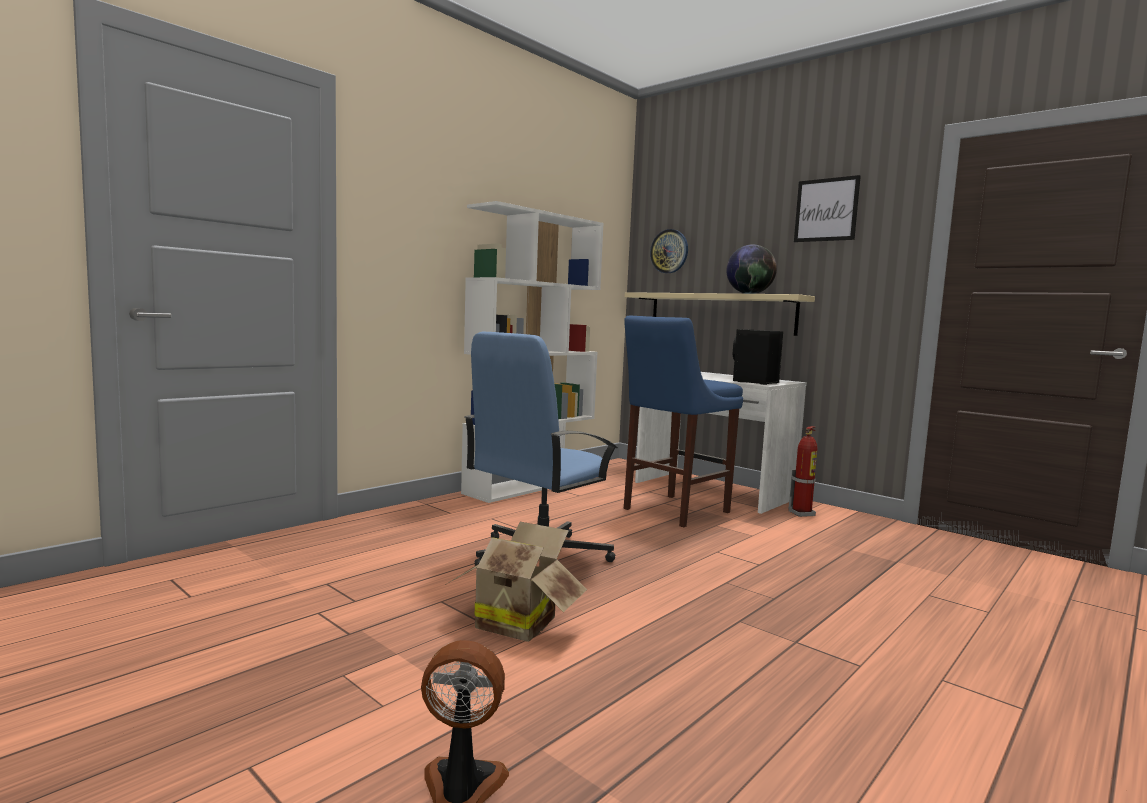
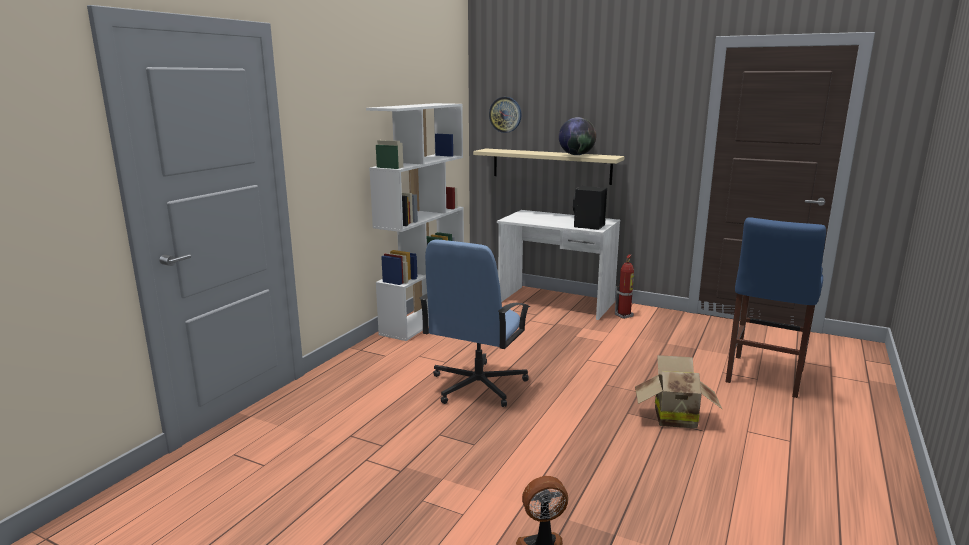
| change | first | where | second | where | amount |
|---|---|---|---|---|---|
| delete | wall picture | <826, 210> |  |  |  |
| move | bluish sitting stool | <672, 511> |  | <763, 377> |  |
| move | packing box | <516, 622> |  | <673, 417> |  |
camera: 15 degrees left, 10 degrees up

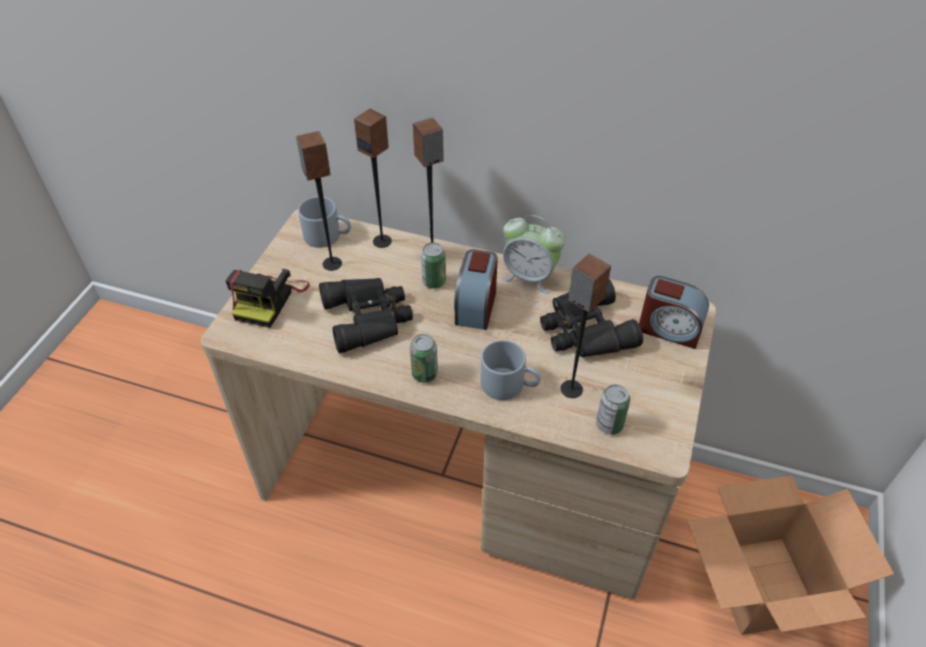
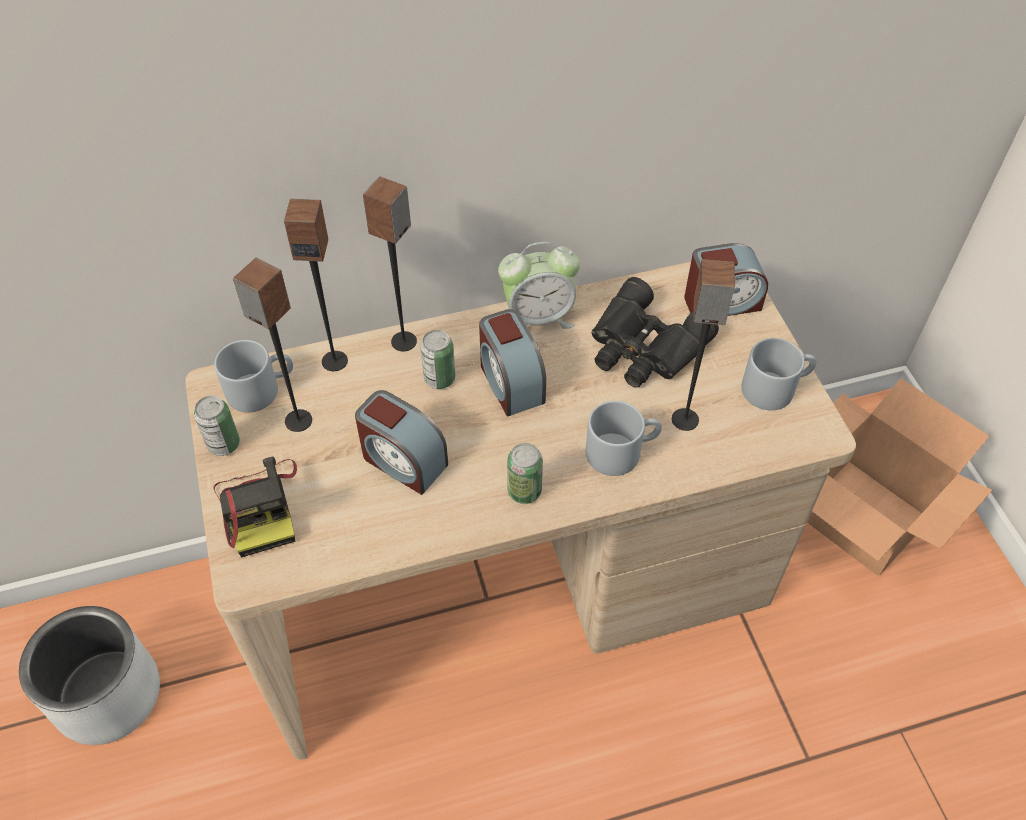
| change | first | where | second | where | amount |
|---|---|---|---|---|---|
| replace | blackish pair of binoculars | <369, 317> | table clock | <403, 461> |  |
| move | can | <609, 425> |  | <224, 444> |  |
| insert |  |  | grey mug | <775, 387> |  |
| insert |  |  | grey planter | <109, 695> |  |
camera: 35 degrees left, 5 degrees up

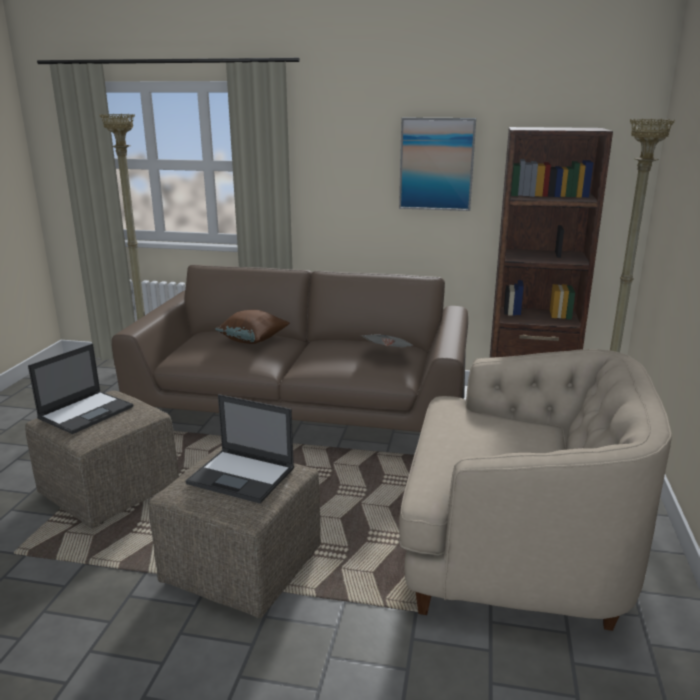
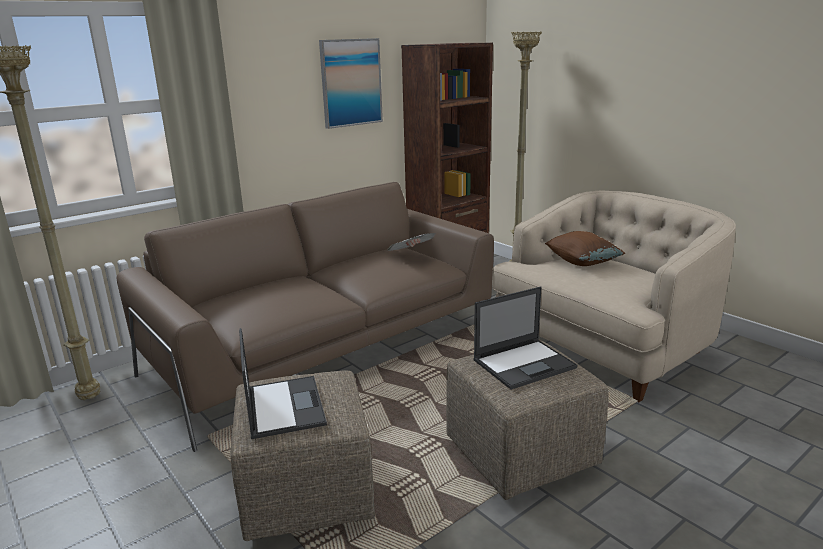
| change | first | where | second | where | amount |
|---|---|---|---|---|---|
| move | brownish throw pillow | <253, 341> |  | <582, 262> |  |
camera: 50 degrees left, 0 degrees up

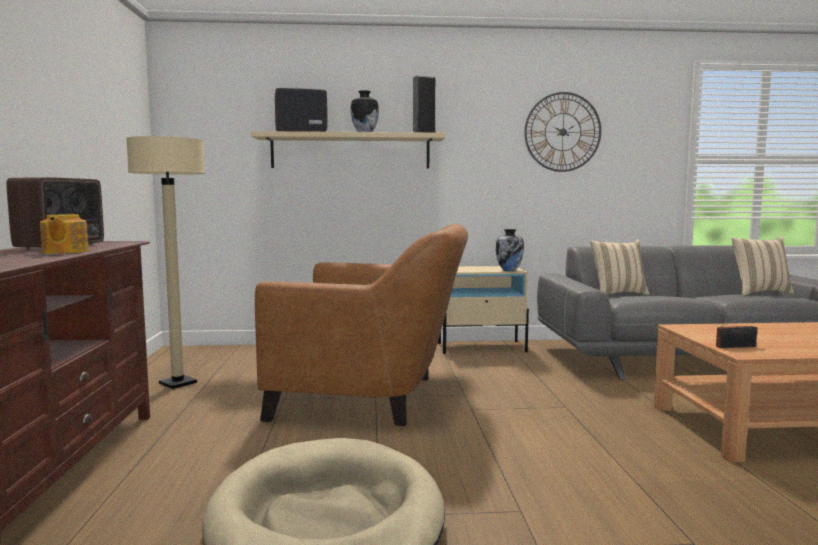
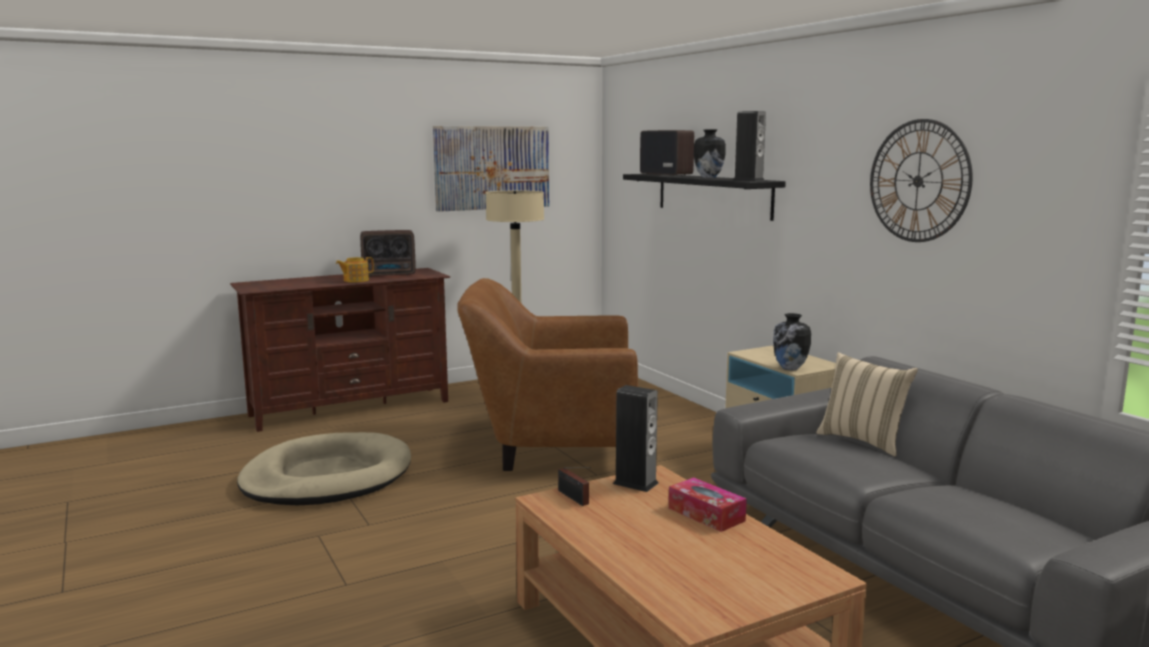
| change | first | where | second | where | amount |
|---|---|---|---|---|---|
| recolor | beige-coloured shelf | <350, 152> | blackish shelf | <713, 195> |  |
| rotate | brownish lounge chair | <371, 397> |  | <552, 445> | 105 degrees clockwise |
| delete | beige-coloured throw pillow | <759, 293> |  |  |  |
| insert |  |  | wall picture | <492, 168> |  |
| insert |  |  | loudspeaker | <635, 483> |  |
| insert |  |  | tissue holder | <706, 514> |  |
camera: 65 degrees right, 5 degrees up

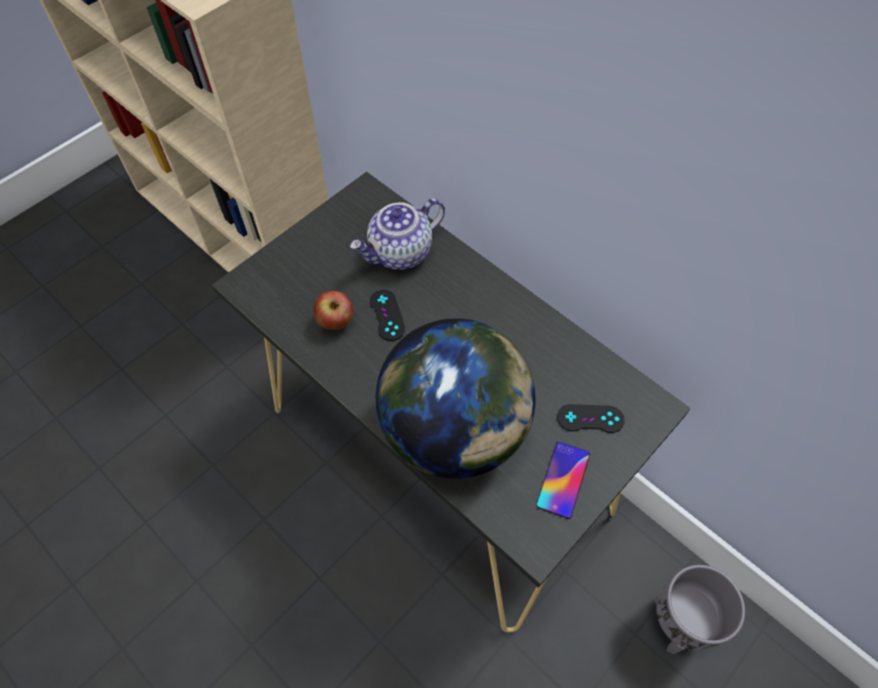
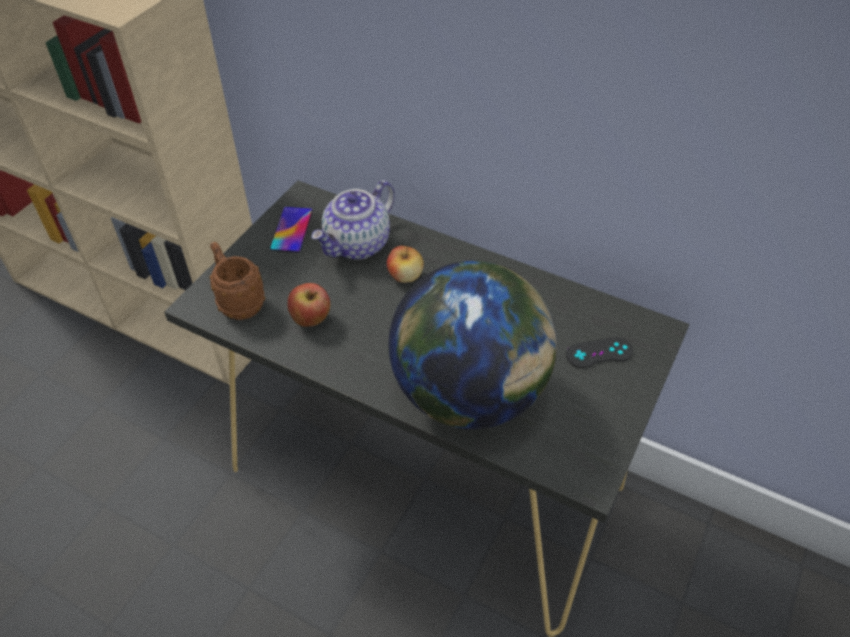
| change | first | where | second | where | amount |
|---|---|---|---|---|---|
| delete | blackish gamepad | <387, 315> |  |  |  |
| move | handset | <563, 479> |  | <292, 230> |  |
| delete | grey planter | <678, 623> |  |  |  |
| insert |  |  | brownish mug | <238, 302> |  |
| insert |  |  | apple fruit | <405, 276> |  |
camera: 15 degrees left, 10 degrees down

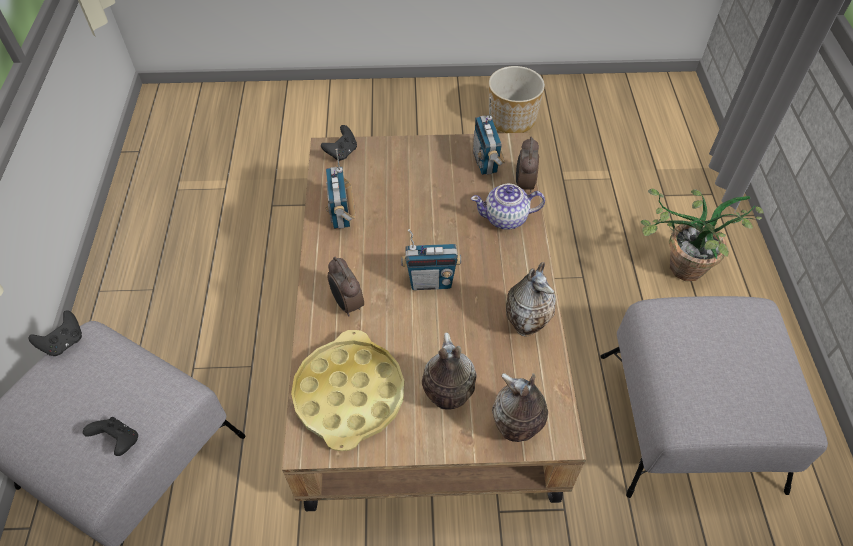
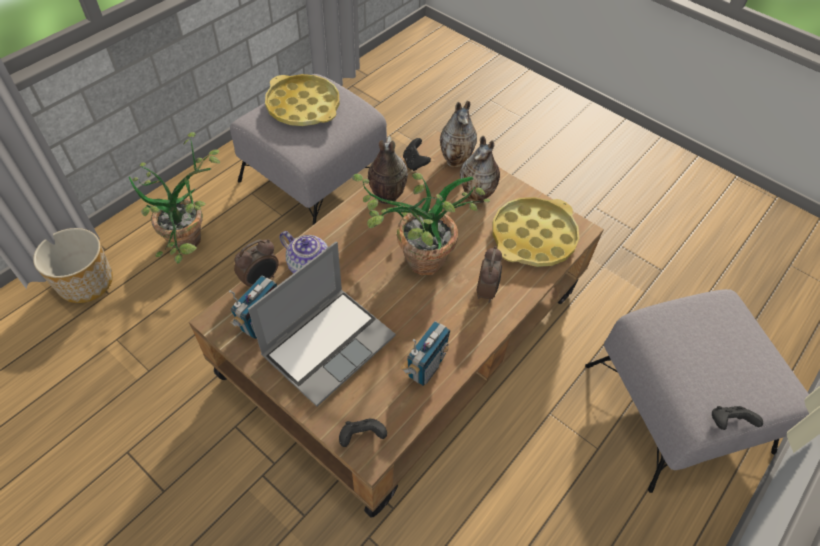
| change | first | where | second | where | amount |
|---|---|---|---|---|---|
| move | planter | <512, 119> |  | <86, 283> |  |
| replace | radio | <430, 282> | plant in a pot | <414, 263> |  |
| move | blackish gamepad | <119, 441> |  | <415, 163> |  |
| insert |  |  | yellow-coloured carrying tray | <303, 106> |  |
| insert |  |  | portable computer | <328, 344> |  |
camera: 140 degrees left, 0 degrees up

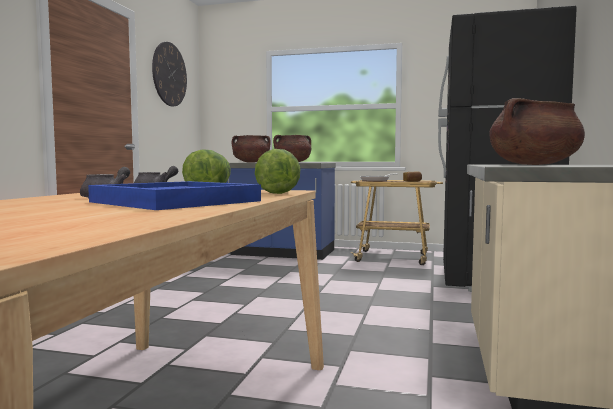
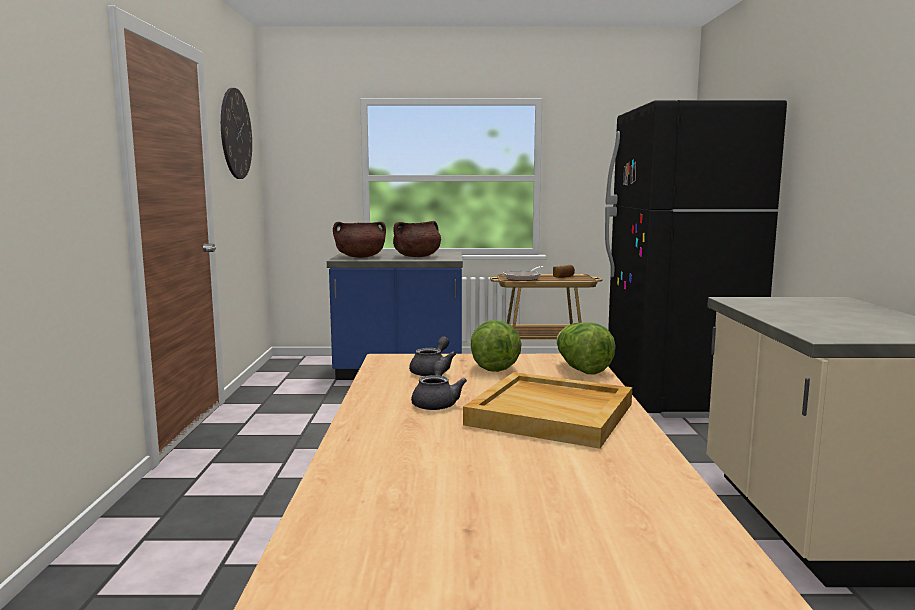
| change | first | where | second | where | amount |
|---|---|---|---|---|---|
| delete | brownish stockpot | <534, 164> |  |  |  |
| recolor | bluish carrying tray | <177, 201> | beige-coloured carrying tray | <552, 414> |  |
camera: 15 degrees left, 5 degrees up

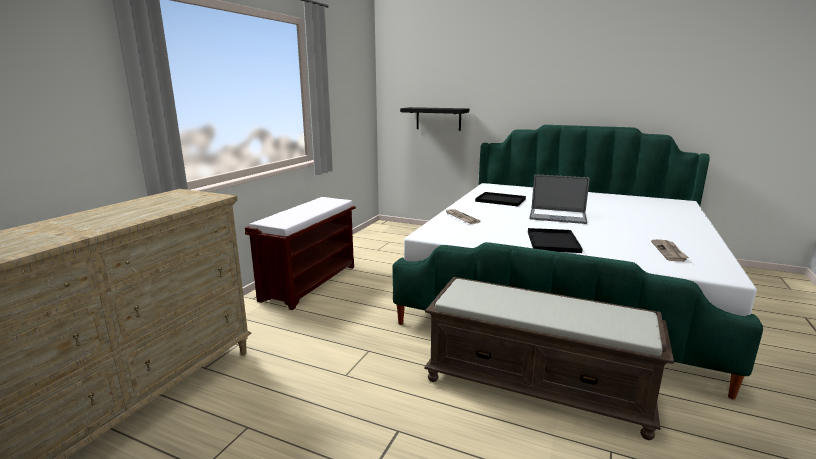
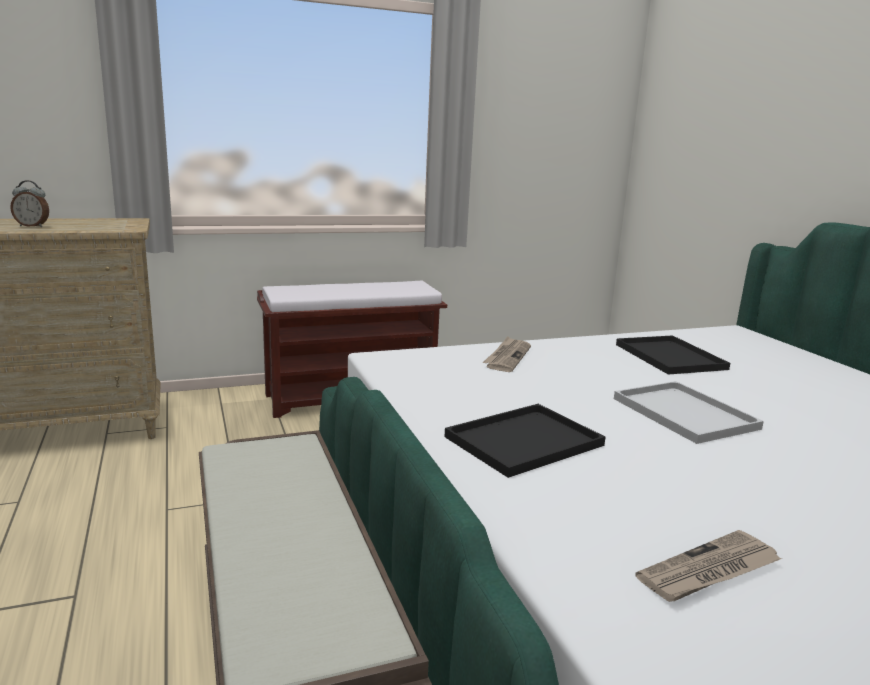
| change | first | where | second | where | amount |
|---|---|---|---|---|---|
| delete | blackish shelf | <438, 118> |  |  |  |
| replace | portable computer | <557, 216> | white-coloured carrying tray | <687, 414> |  |
| insert |  |  | table clock | <33, 226> |  |
camera: 45 degrees right, 0 degrees up

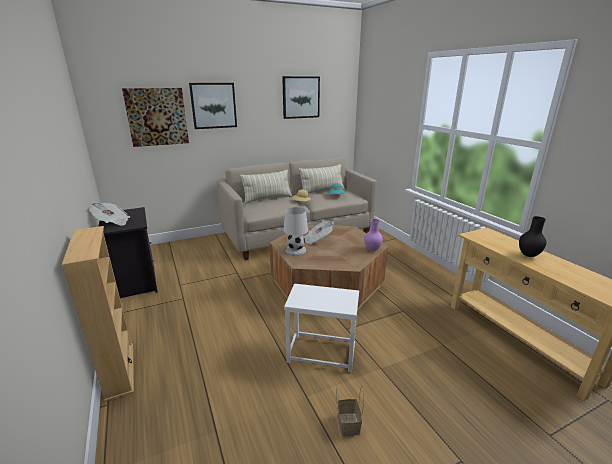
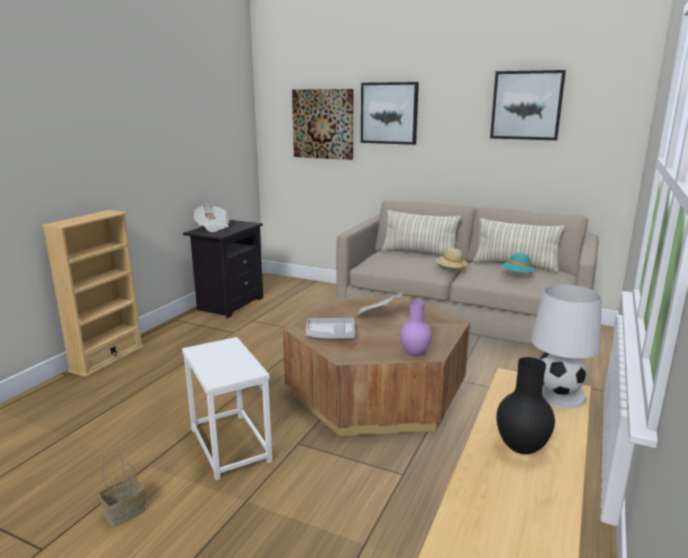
| change | first | where | second | where | amount |
|---|---|---|---|---|---|
| move | white-coloured lamp for a table | <296, 250> |  | <558, 394> |  |
| insert |  |  | grey carrying tray | <330, 335> |  |
camera: 50 degrees right, 5 degrees down

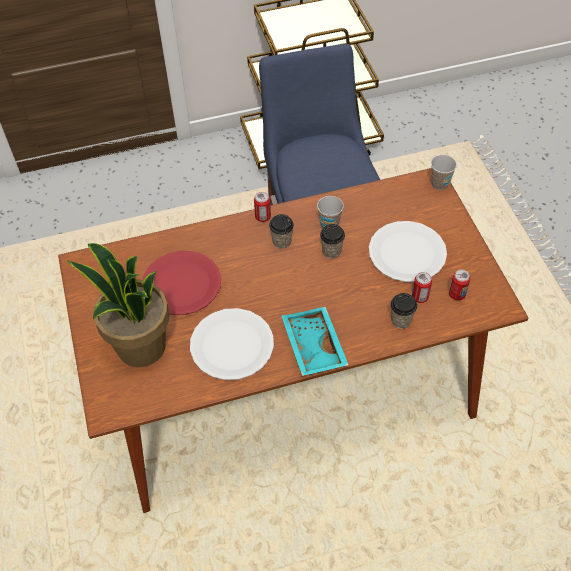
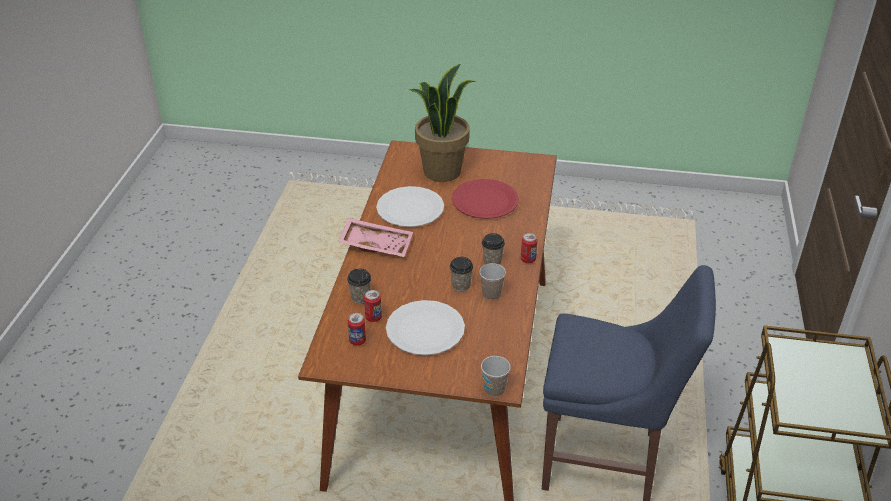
| change | first | where | second | where | amount |
|---|---|---|---|---|---|
| recolor | turquoise carrying tray | <312, 346> | pink carrying tray | <377, 244> |  |
camera: 115 degrees right, 15 degrees down

